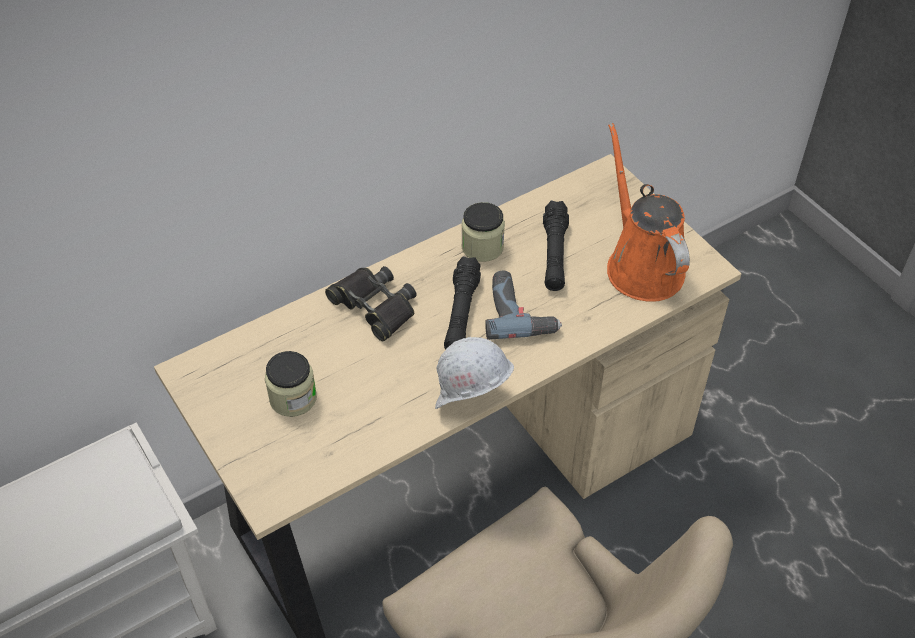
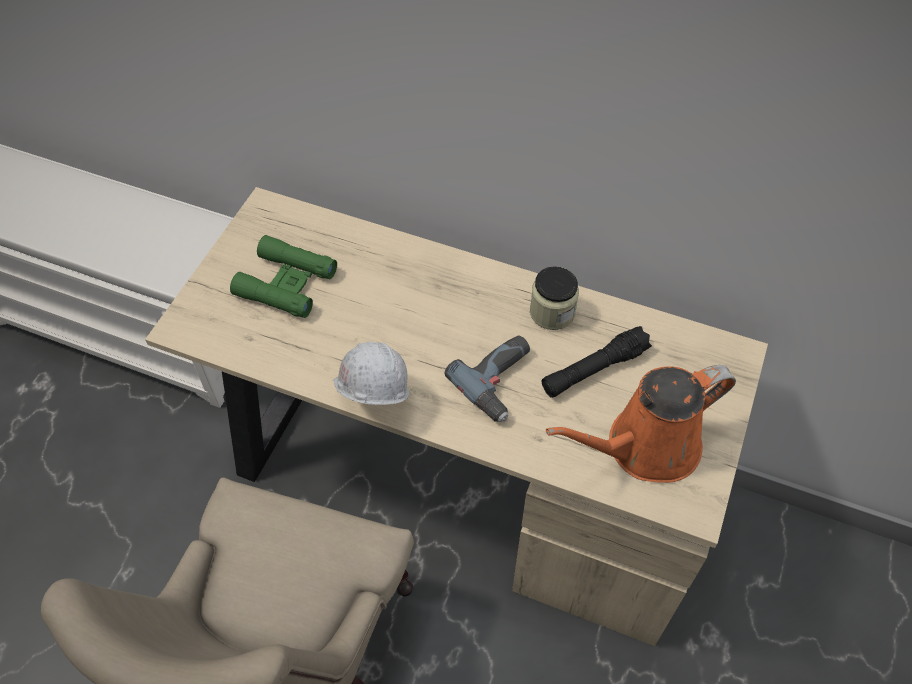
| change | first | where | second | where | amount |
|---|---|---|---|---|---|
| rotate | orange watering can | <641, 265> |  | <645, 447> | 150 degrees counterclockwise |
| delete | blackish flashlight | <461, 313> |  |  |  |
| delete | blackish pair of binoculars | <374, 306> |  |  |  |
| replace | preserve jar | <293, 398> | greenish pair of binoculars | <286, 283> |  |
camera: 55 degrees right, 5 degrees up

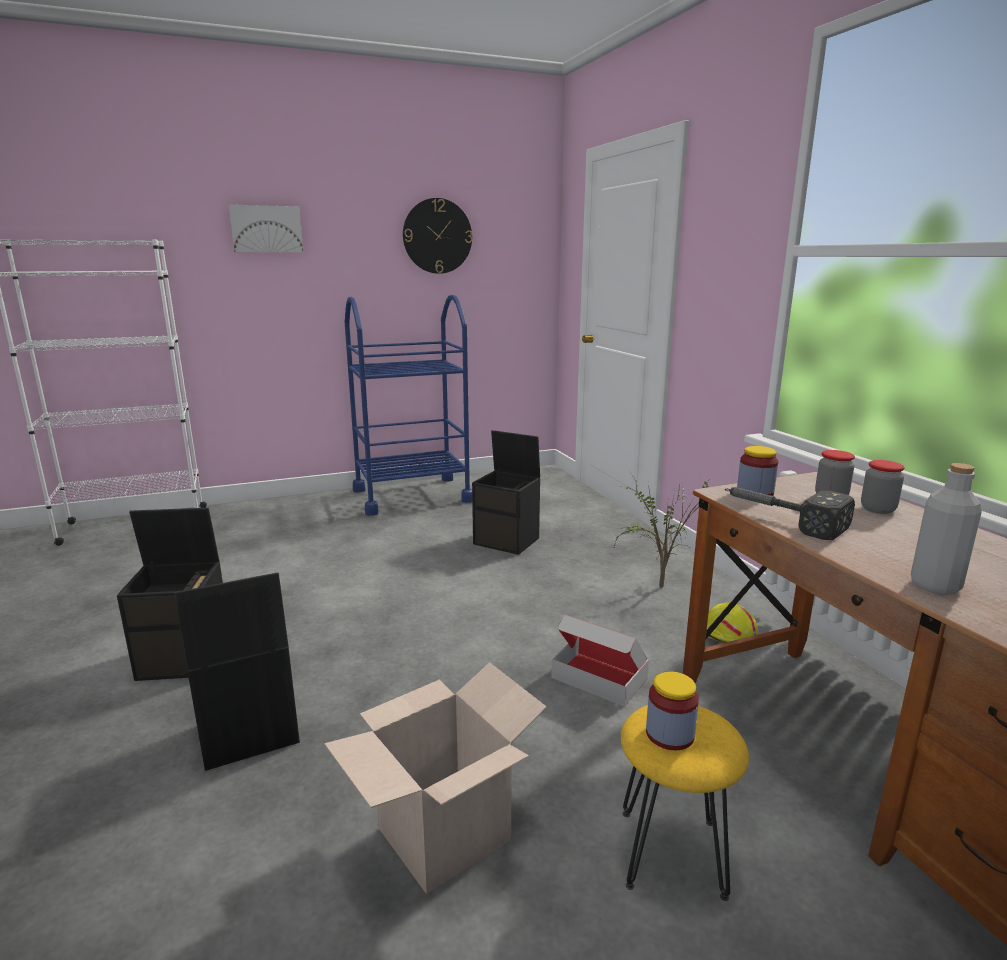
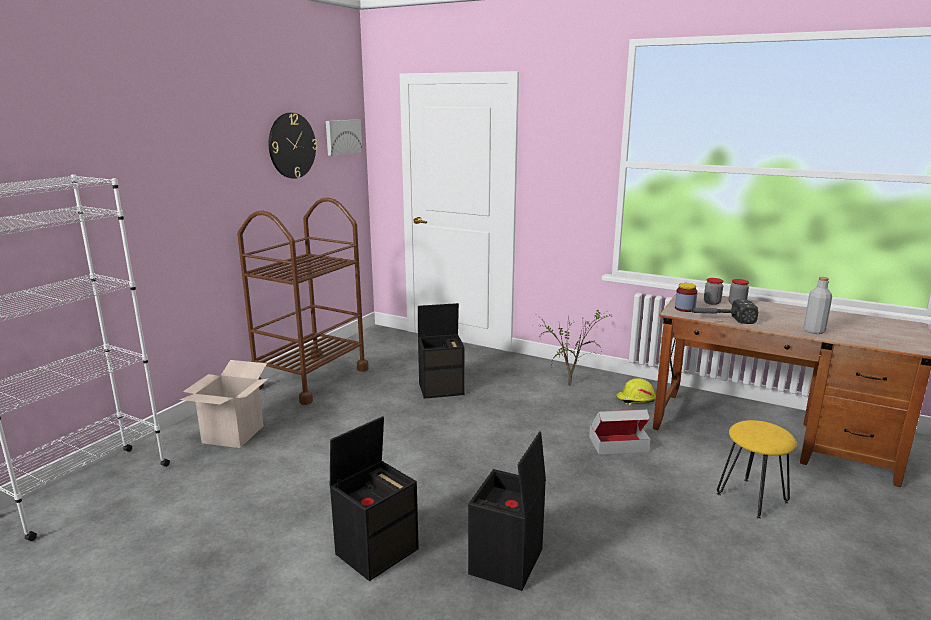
| change | first | where | second | where | amount |
|---|---|---|---|---|---|
| move | wall picture | <266, 229> |  | <342, 137> |  |
| recolor | bluish cart | <412, 495> | brownish cart | <311, 378> |  |
| move | packing box | <443, 834> |  | <233, 434> |  |
| delete | preserve jar | <669, 734> |  |  |  |
camera: 40 degrees left, 0 degrees up

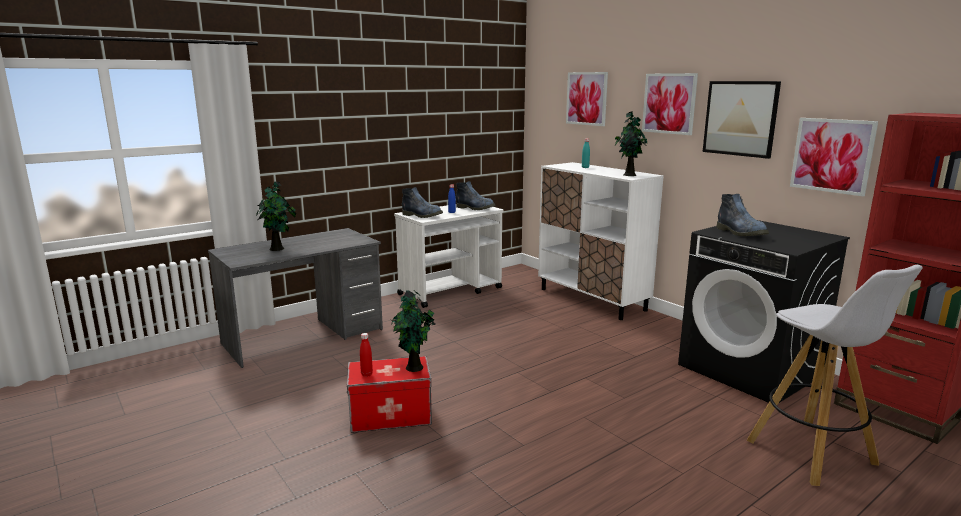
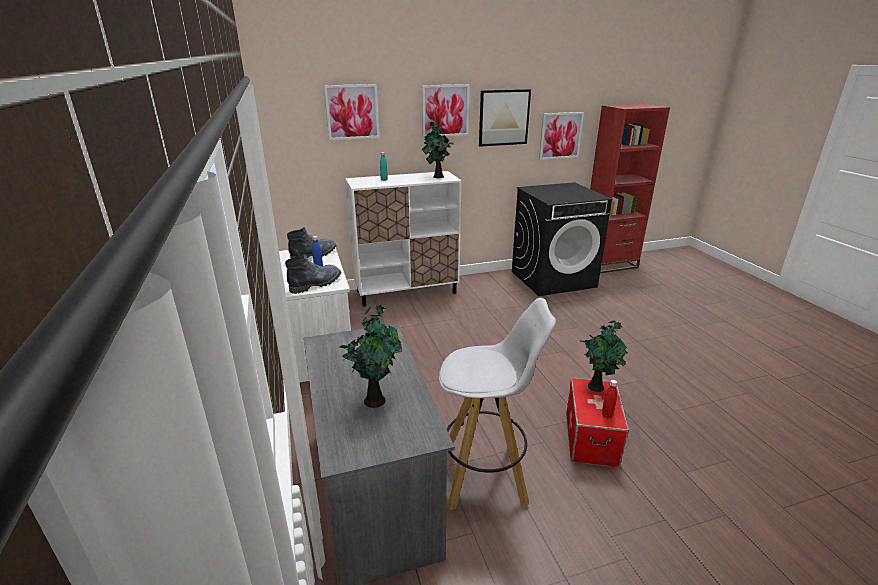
| change | first | where | second | where | amount |
|---|---|---|---|---|---|
| delete | high-top boot | <741, 233> |  |  |  |
| move | white-coloured sitting stool | <813, 453> |  | <486, 475> |  |
camera: 70 degrees left, 10 degrees up

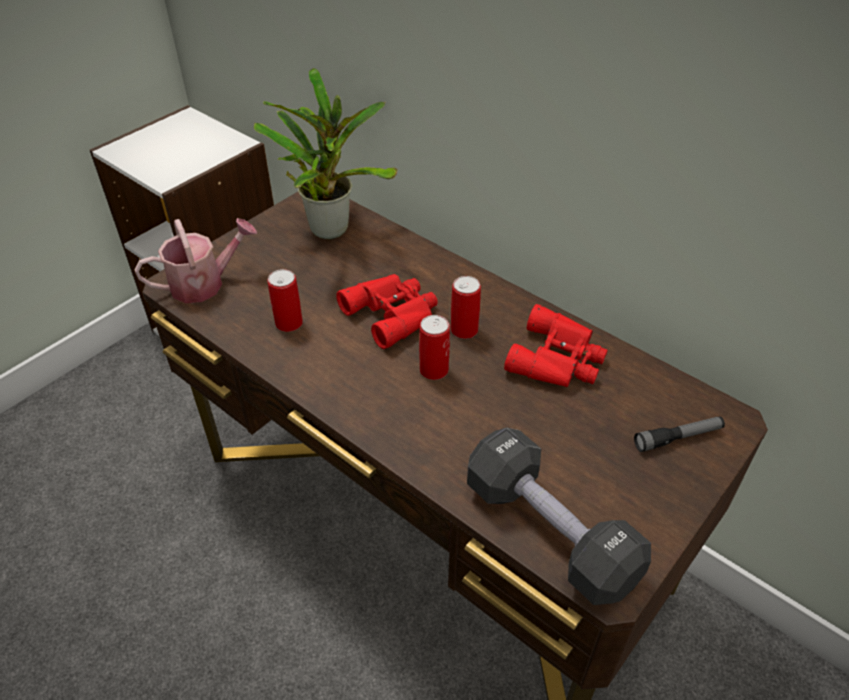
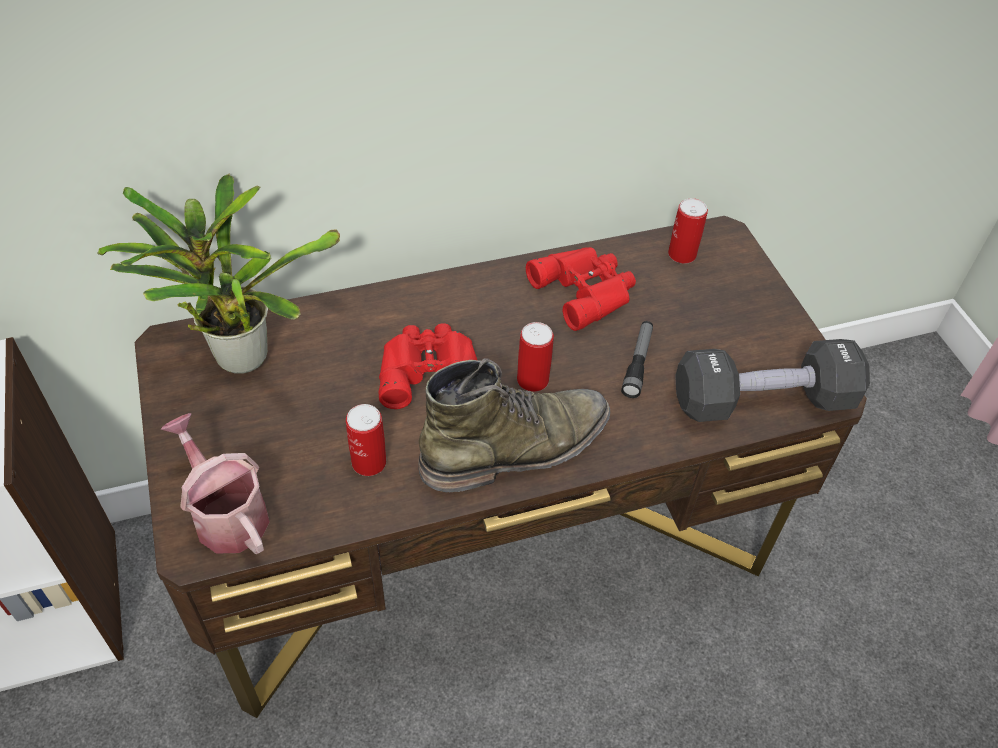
| change | first | where | second | where | amount |
|---|---|---|---|---|---|
| rotate | watering can | <204, 283> |  | <226, 514> | 45 degrees counterclockwise |
| move | can | <464, 330> |  | <682, 254> |  |
| move | flashlight | <678, 438> |  | <638, 363> |  |
| insert |  |  | greenish high-top boot | <517, 447> |  |
camera: 60 degrees left, 5 degrees up

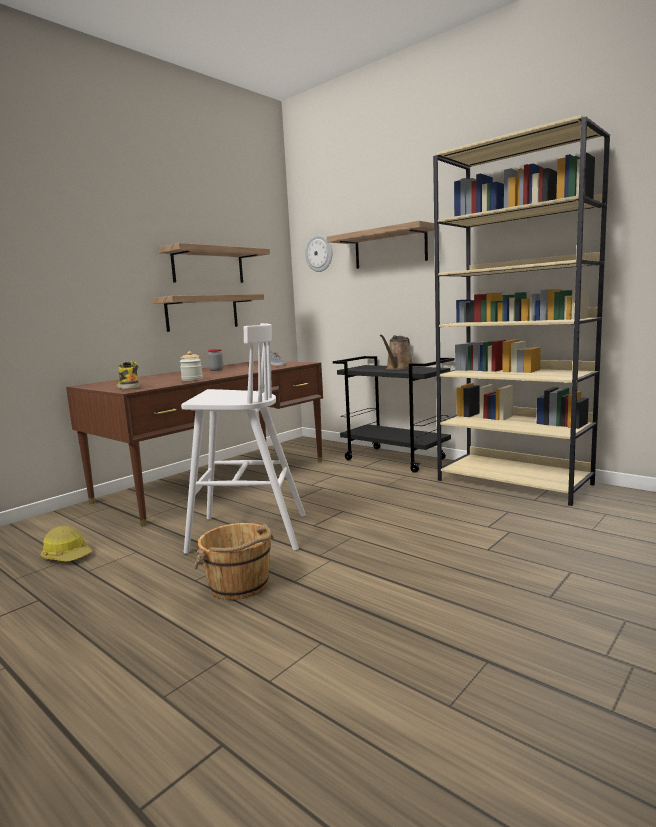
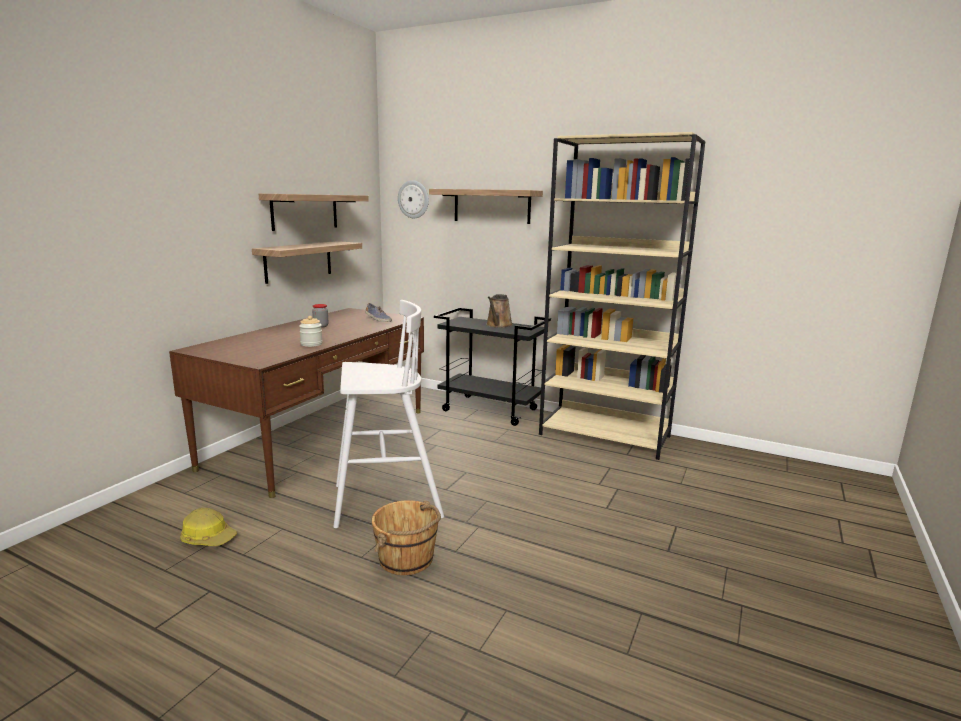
| change | first | where | second | where | amount |
|---|---|---|---|---|---|
| delete | high-top boot | <128, 387> |  |  |  |
camera: 15 degrees left, 5 degrees up

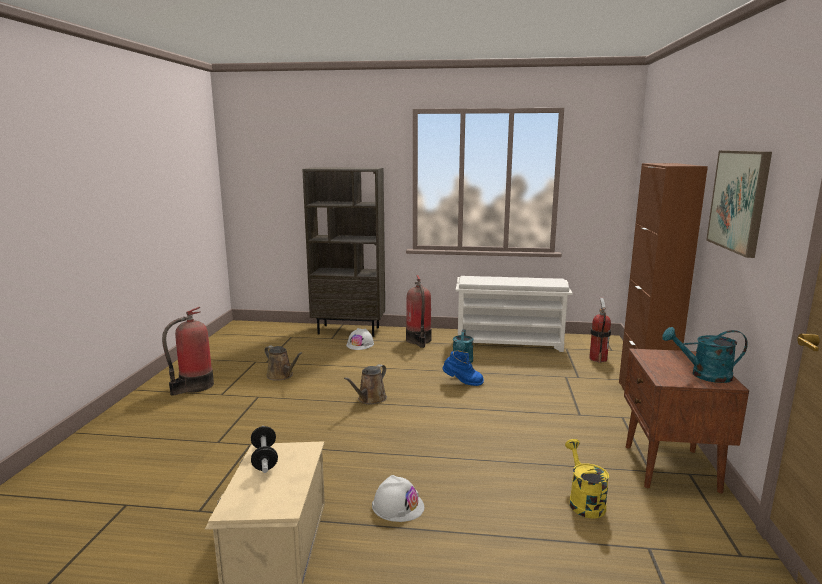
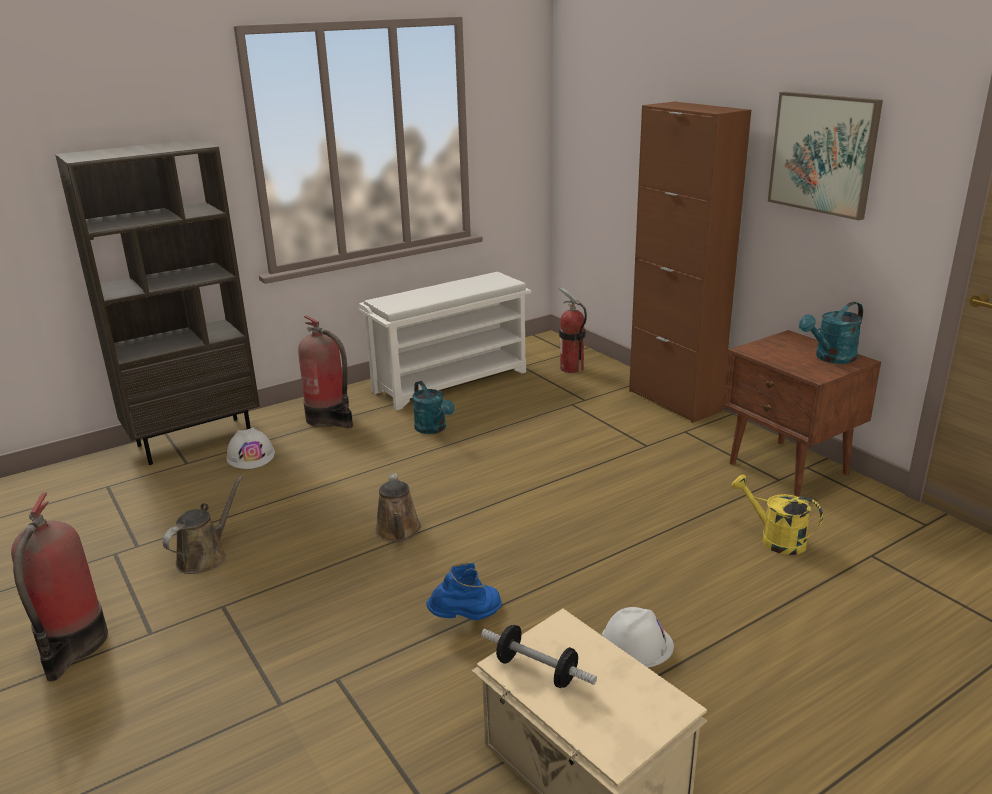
| change | first | where | second | where | amount |
|---|---|---|---|---|---|
| rotate | brownish watering can | <281, 376> |  | <205, 556> | 60 degrees counterclockwise |
| move | bluish high-top boot | <462, 383> |  | <467, 618> |  |
camera: 40 degrees left, 10 degrees up

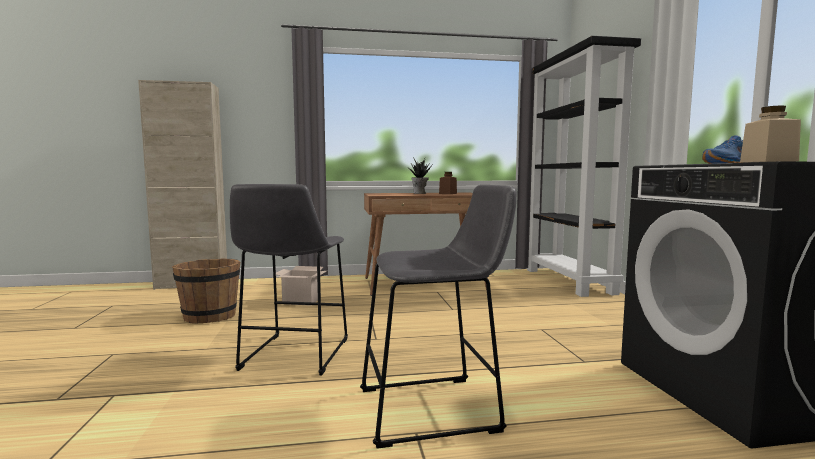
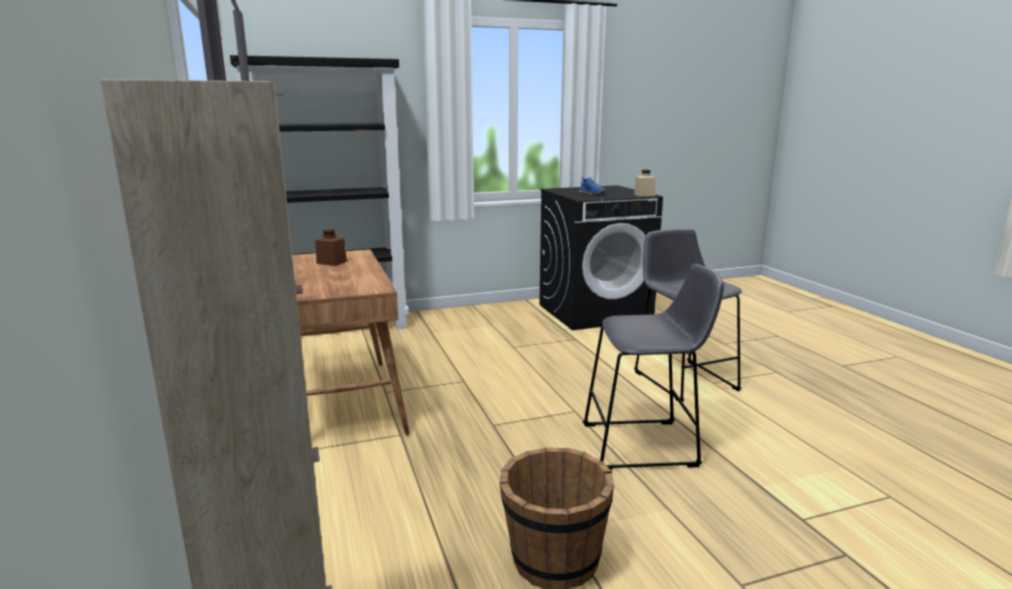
| change | first | where | second | where | amount |
|---|---|---|---|---|---|
| delete | plant in a pot | <419, 193> |  |  |  |
| delete | packing box | <300, 301> |  |  |  |
camera: 100 degrees left, 10 degrees up

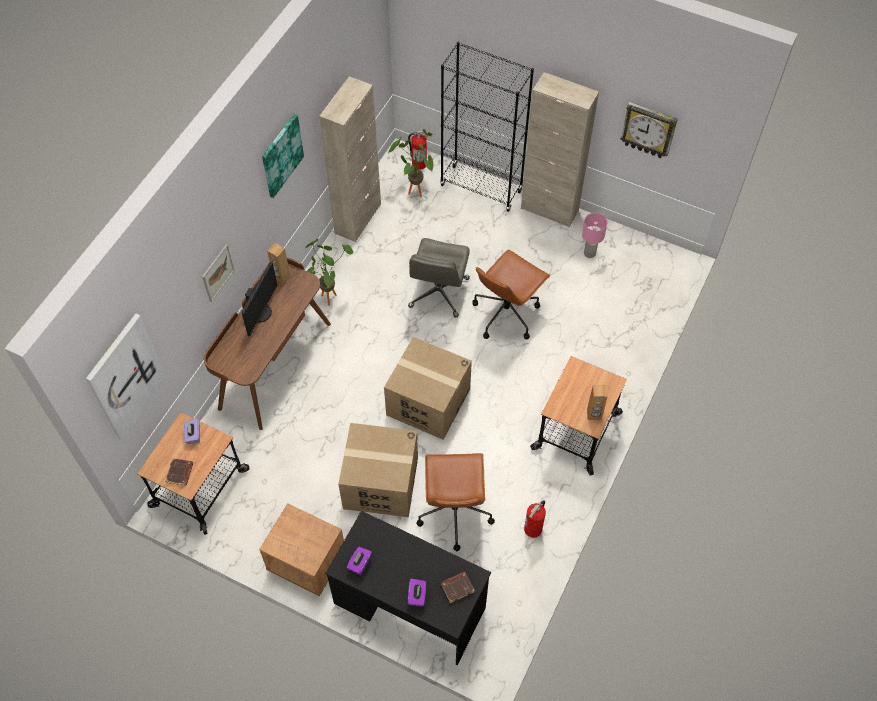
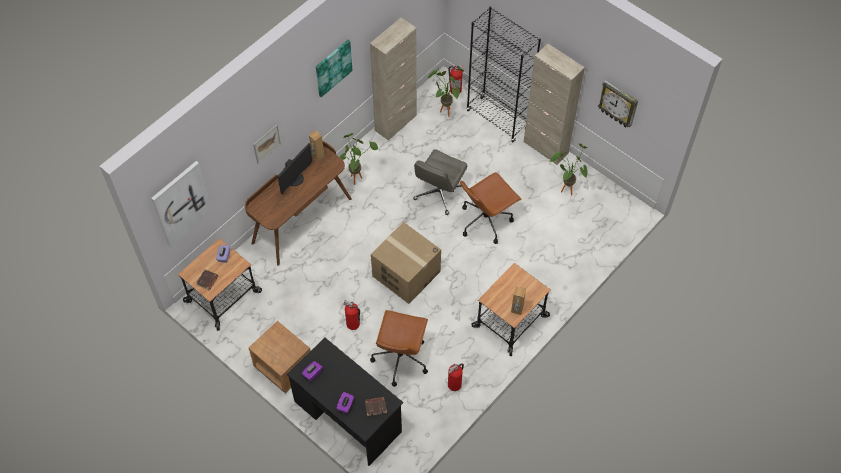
| change | first | where | second | where | amount |
|---|---|---|---|---|---|
| replace | pink lamp for a table | <589, 253> | plant in a pot | <565, 188> |  |
| replace | packing box | <380, 483> | fire-fighting cylinder | <353, 324> |  |
camera: 15 degrees right, 0 degrees up

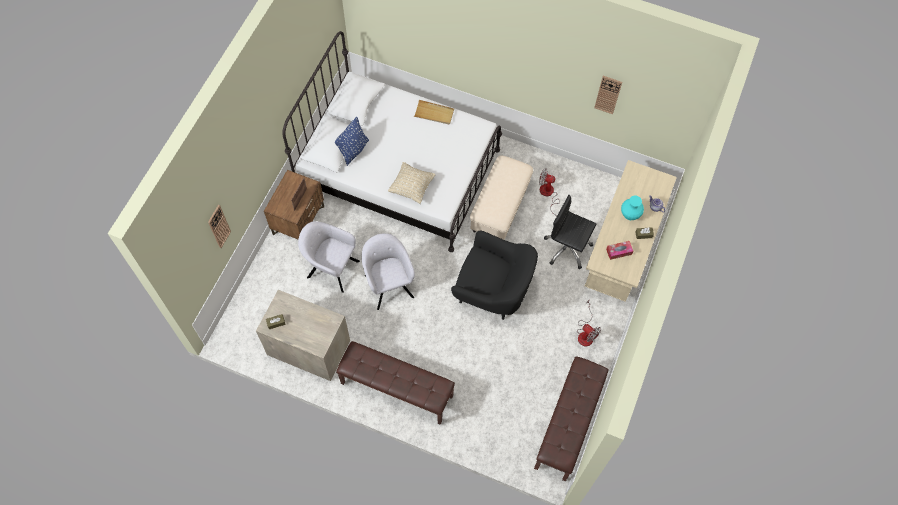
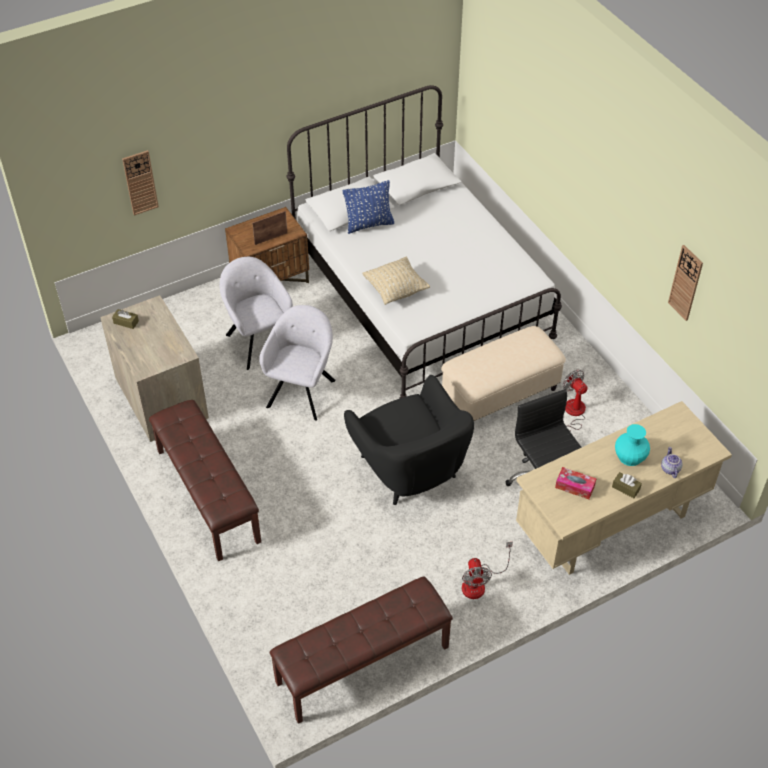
| change | first | where | second | where | amount |
|---|---|---|---|---|---|
| delete | beige-coloured carrying tray | <434, 113> |  |  |  |
camera: 40 degrees right, 15 degrees down

